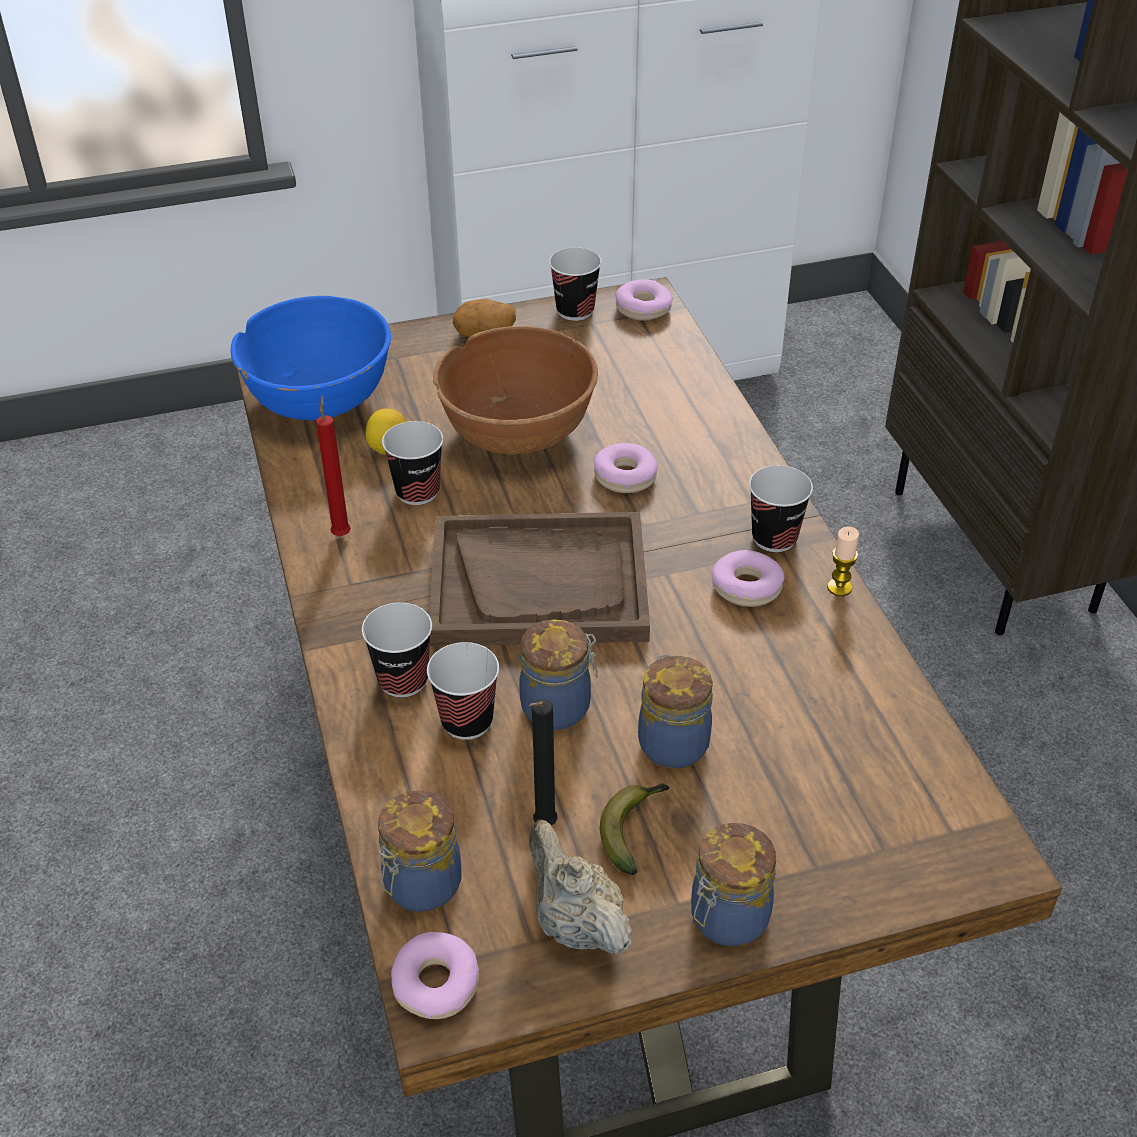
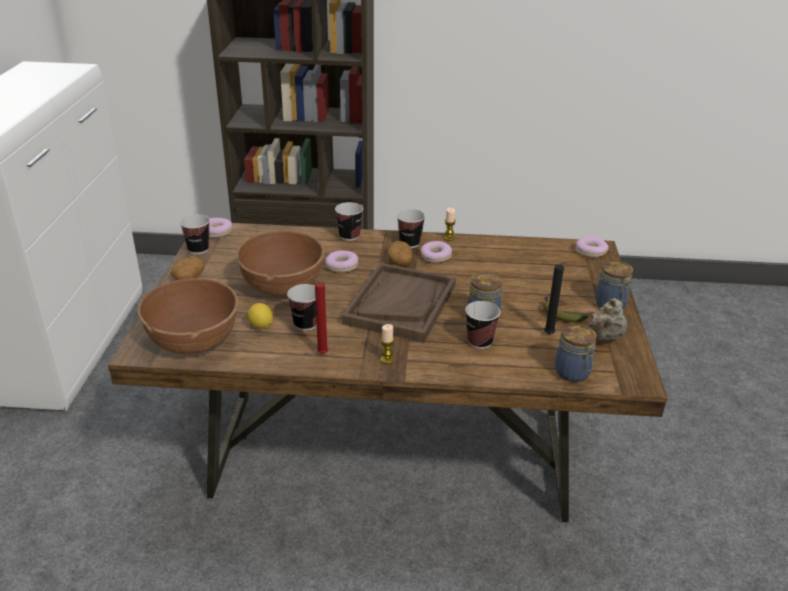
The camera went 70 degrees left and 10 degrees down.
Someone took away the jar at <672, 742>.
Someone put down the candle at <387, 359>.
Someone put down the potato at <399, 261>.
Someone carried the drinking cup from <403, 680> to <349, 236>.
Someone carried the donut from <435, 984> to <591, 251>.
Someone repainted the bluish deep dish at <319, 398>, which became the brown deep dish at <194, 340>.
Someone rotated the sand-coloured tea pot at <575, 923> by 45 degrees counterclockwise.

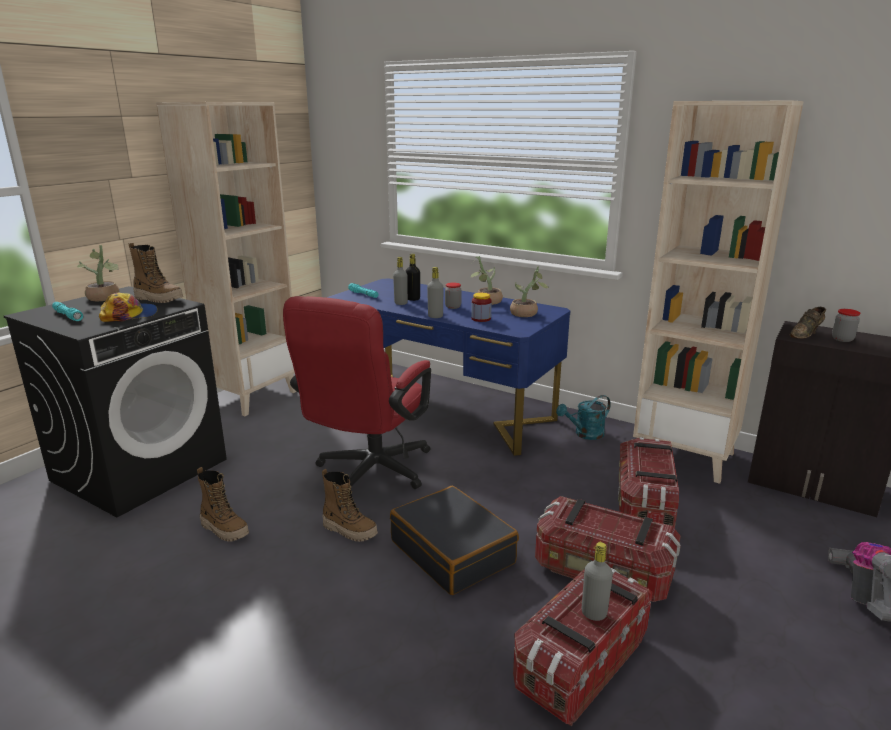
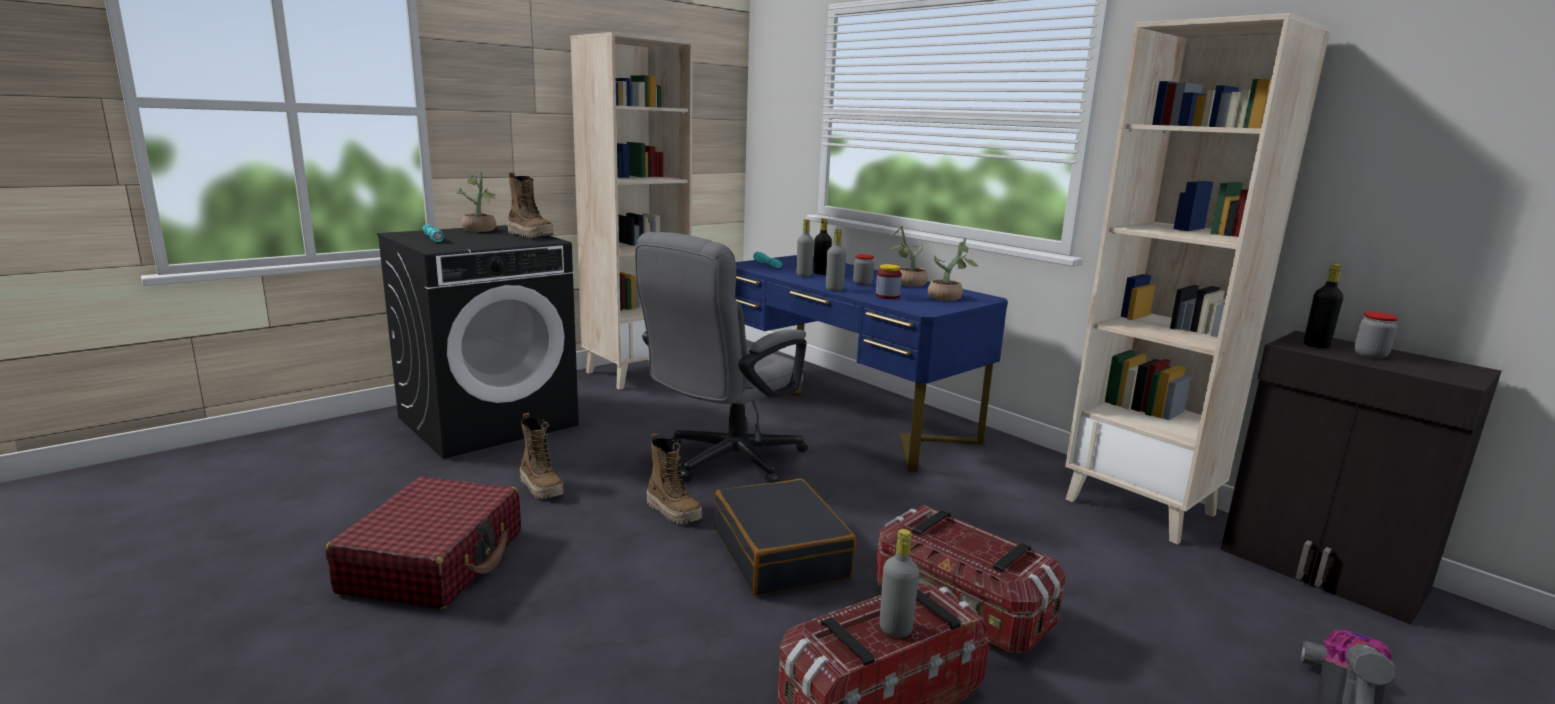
The camera went 15 degrees right and 5 degrees down.
Someone took away the peaked cap at <129, 315>.
Someone took away the turquoise-coloured sprinkling can at <585, 434>.
Someone took away the storage bin at <644, 505>.
Someone put down the red suitcase at <435, 561>.
Someone swapped the brown shoe at <806, 334> for the blackish beverage bottle at <1316, 345>.
Someone repainted the red desk chair at <368, 474>, which became the greyish desk chair at <724, 462>.

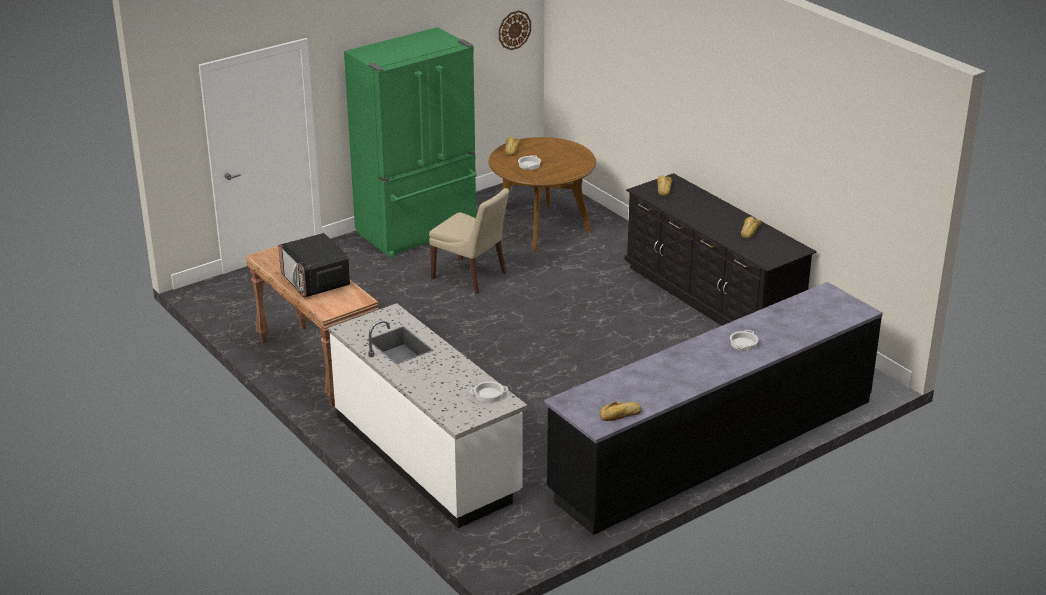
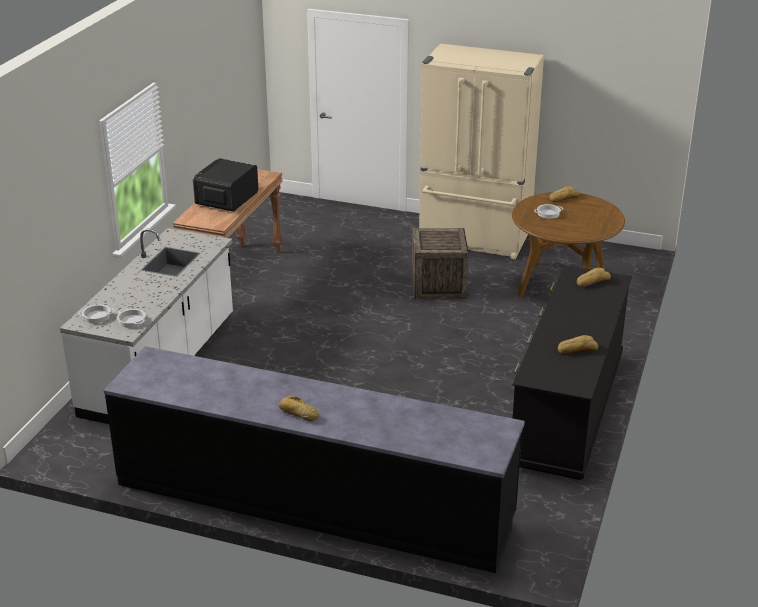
The camera went 55 degrees right and 0 degrees up.
Someone took away the wall clock at <514, 30>.
Someone carried the bakery bread from <621, 415> to <298, 413>.
Someone carried the stockpot from <743, 344> to <96, 316>.
Someone swapped the sand-coloured chair at <471, 276> for the crate at <438, 285>.
Someone repainted the green kitchen fridge at <418, 231>, which became the sand-coloured kitchen fridge at <474, 239>.

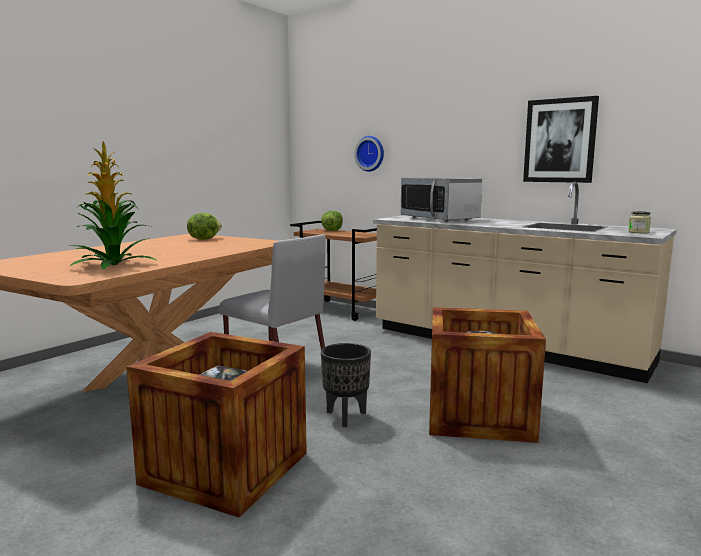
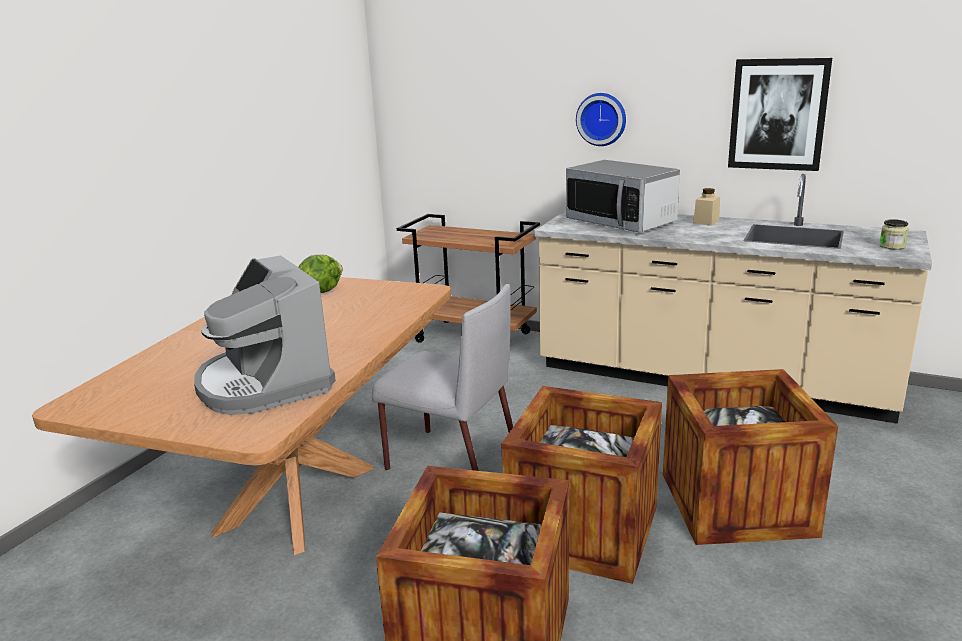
The camera went 10 degrees left and 10 degrees up.
Someone took away the lettuce at <332, 230>.
Someone put down the sand-coloured jar at <706, 221>.
Someone carried the wall clock from <370, 153> to <602, 119>.
Someone swapped the potted plant at <112, 264> for the coffee machine at <264, 384>.
Someone swapped the blackish planter at <346, 416> for the crate at <583, 530>.

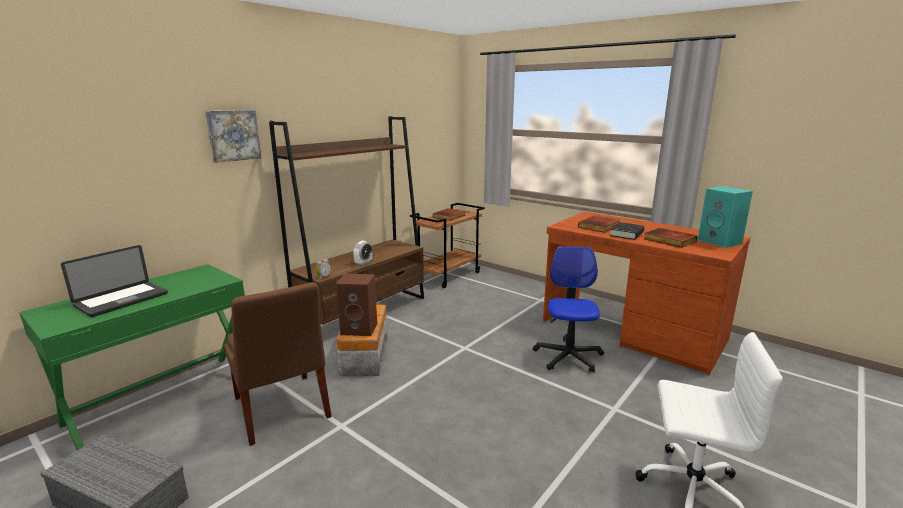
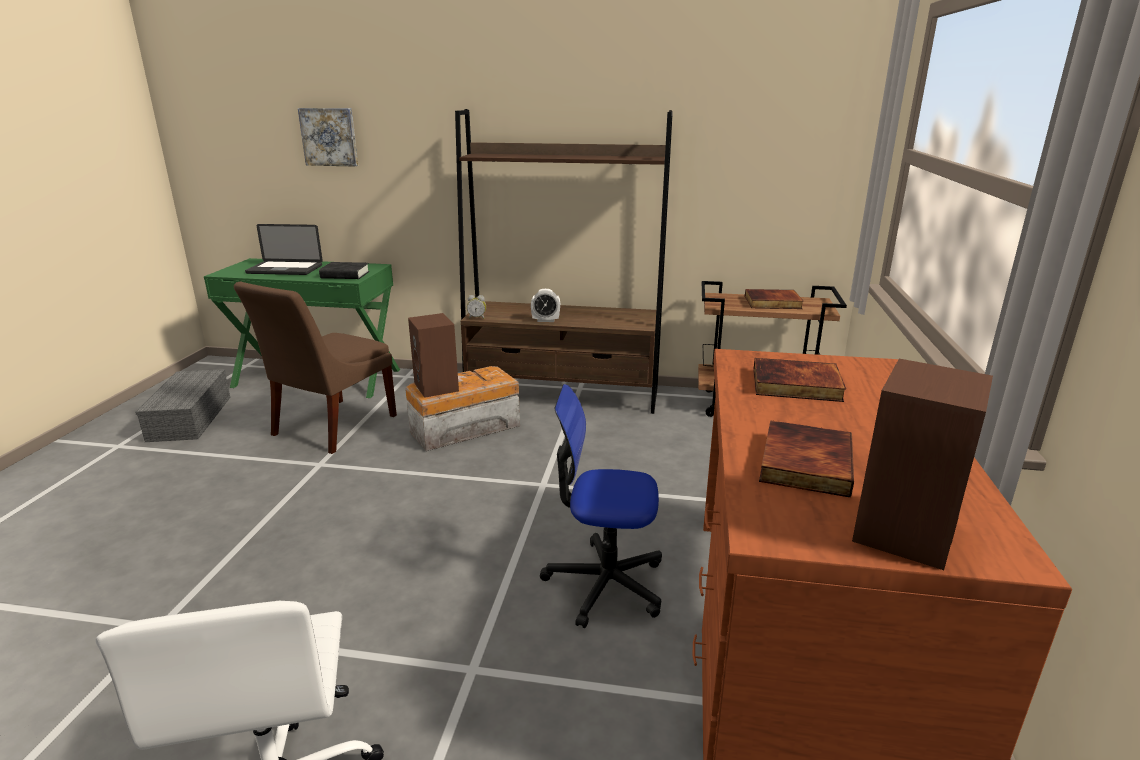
The camera went 60 degrees right and 5 degrees up.
Someone carried the wall picture from <233, 135> to <329, 137>.
Someone carried the blackish book from <626, 234> to <345, 275>.
Someone repainted the turquoise-coloured speaker at <720, 242>, which became the brown speaker at <906, 533>.
Someone rotated the desk chair at <568, 356> by 150 degrees counterclockwise.

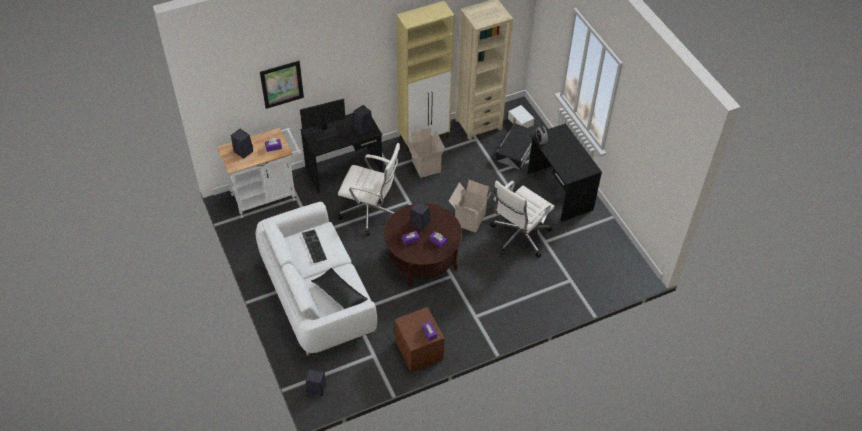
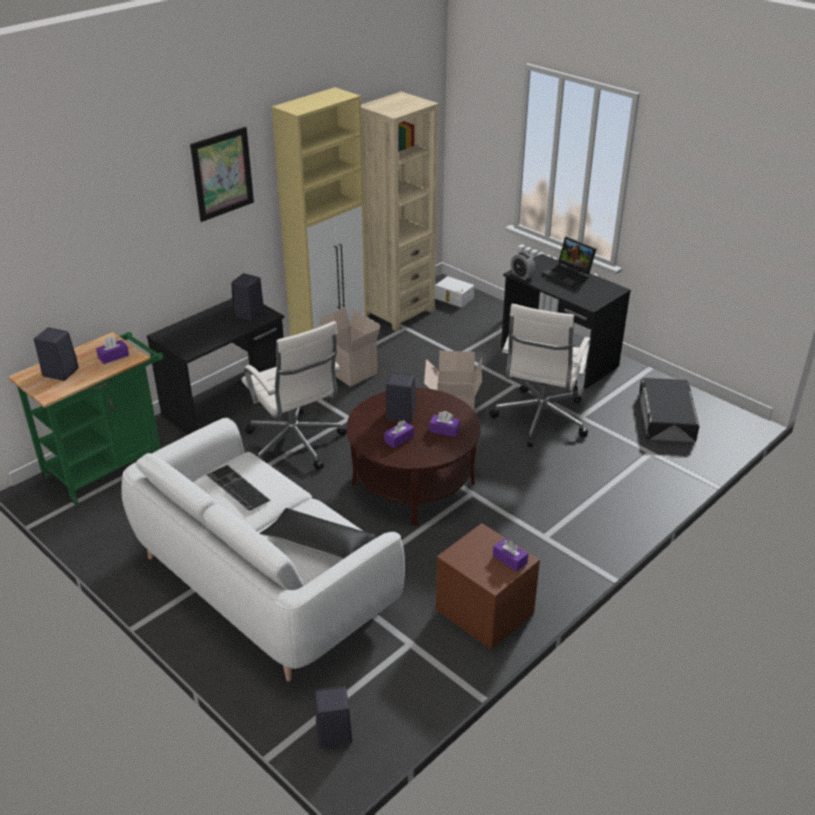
The camera went 20 degrees left and 15 degrees down.
Someone took away the computer screen at <325, 132>.
Someone put down the laptop at <569, 275>.
Someone carried the wall picture from <282, 84> to <222, 174>.
Someone carried the blackish storage bin from <516, 150> to <666, 417>.
Someone repainted the white trolley at <267, 195>, which became the green trolley at <110, 464>.
Someone rotated the white desk chair at <370, 212> by 60 degrees clockwise.

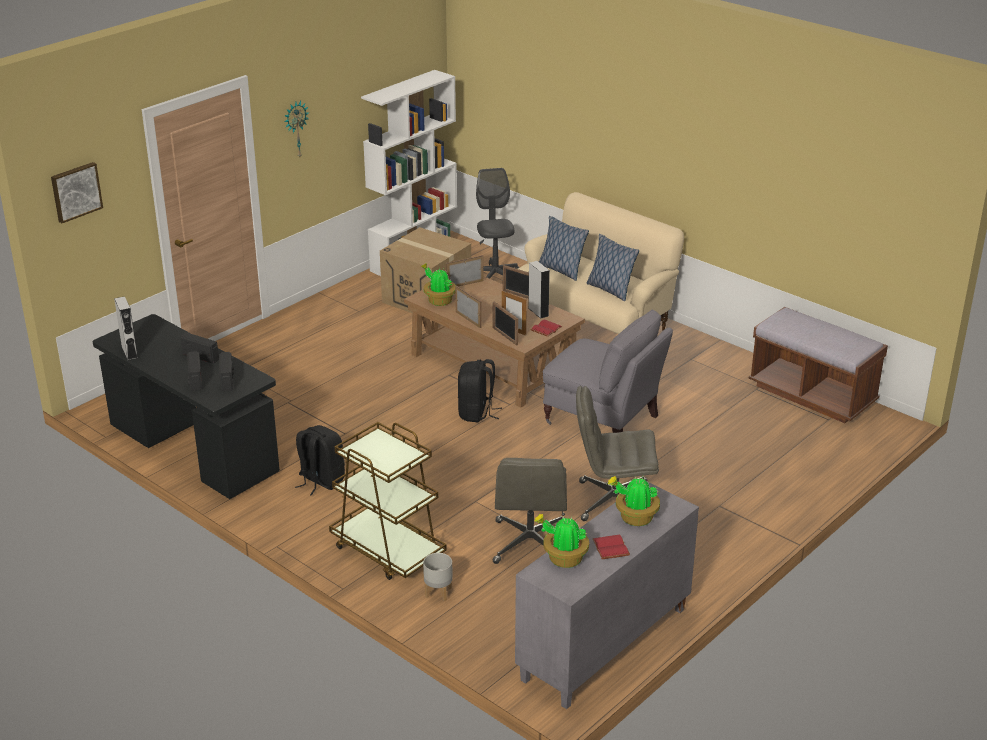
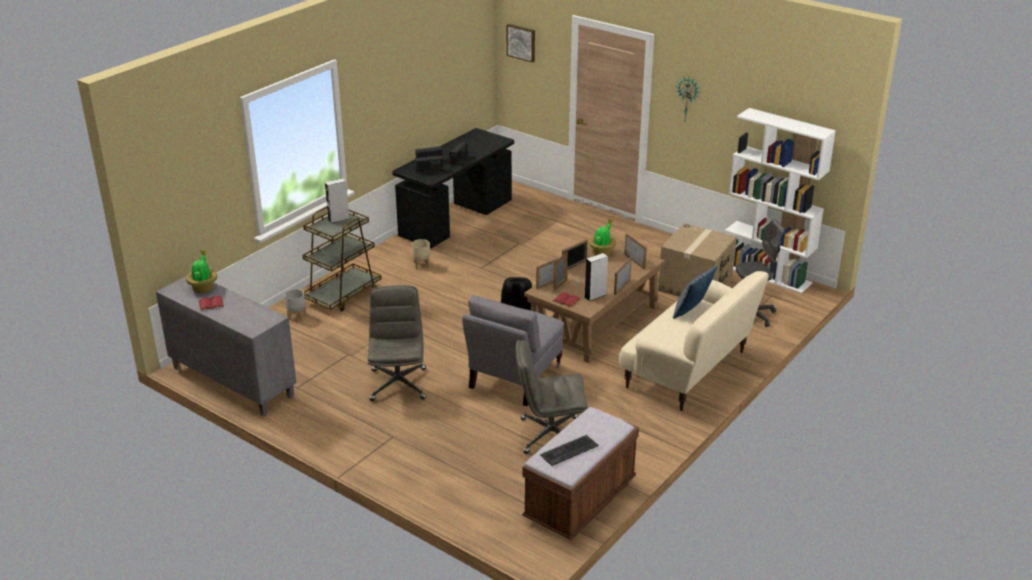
The camera went 85 degrees right and 0 degrees up.
Someone took away the cushion at <610, 290>.
Someone took away the potted plant at <634, 518>.
Someone put down the keyboard at <569, 450>.
Someone carried the greyish speaker from <129, 352> to <338, 219>.
Someone carried the greyish desk chair from <530, 544> to <550, 435>.
Someone swapped the blackish knapsack at <320, 481> for the sand-coloured planter at <421, 264>.

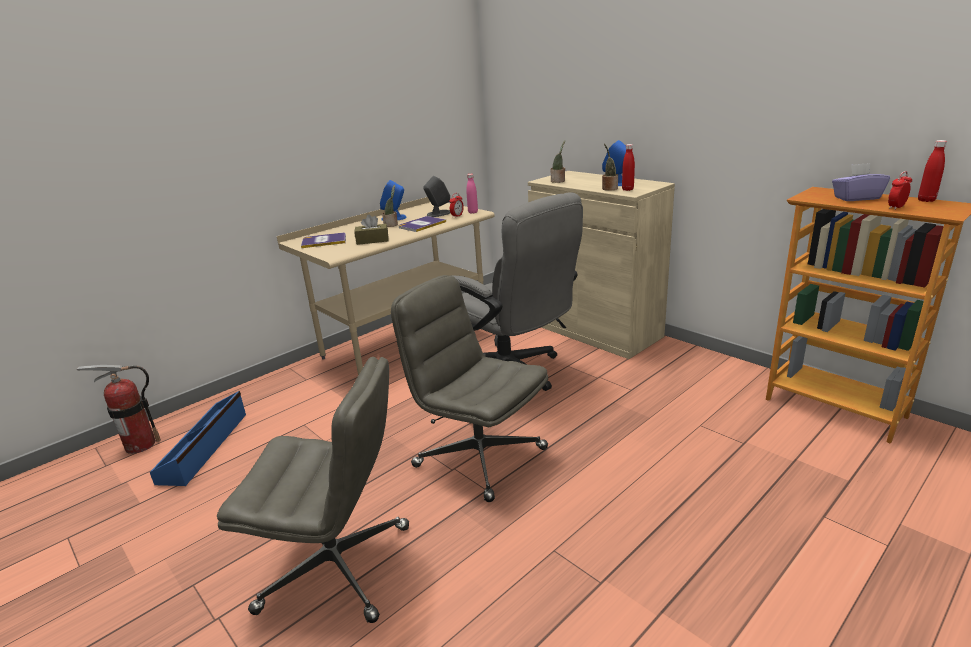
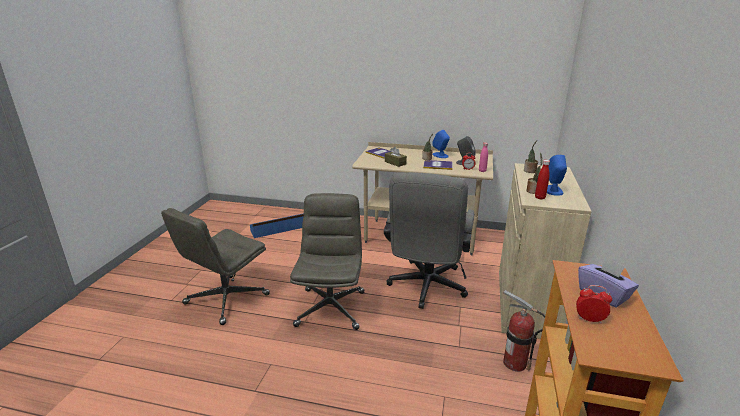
The camera went 55 degrees right and 0 degrees up.
Someone took away the red beverage bottle at <926, 200>.
Someone carried the extinguisher from <140, 445> to <514, 363>.
Someone rotated the greyish desk chair at <338, 567> by 60 degrees clockwise.

